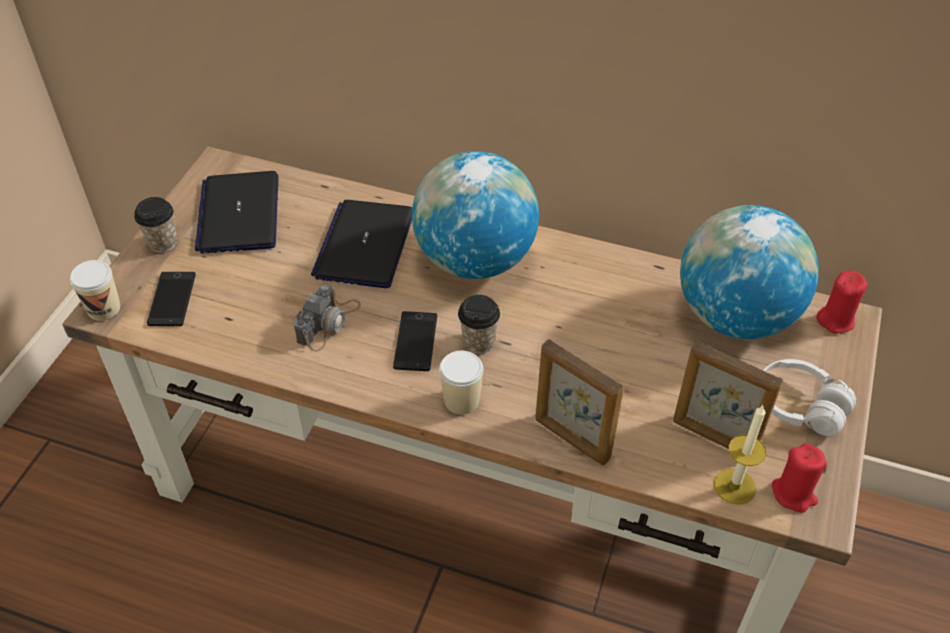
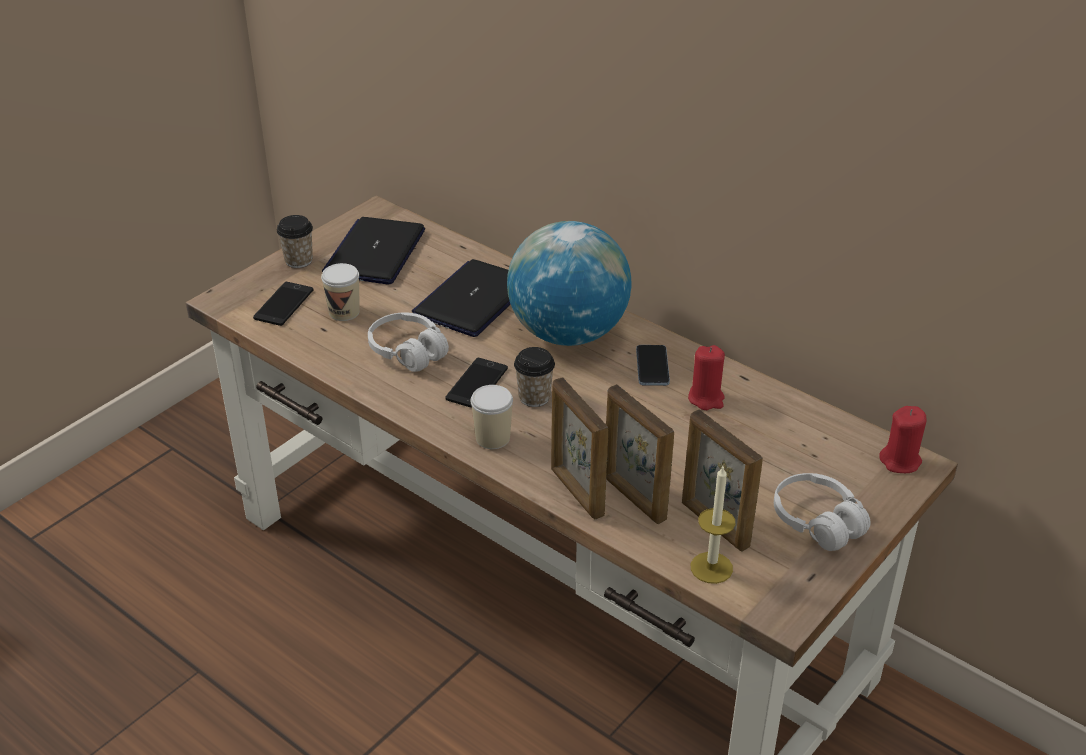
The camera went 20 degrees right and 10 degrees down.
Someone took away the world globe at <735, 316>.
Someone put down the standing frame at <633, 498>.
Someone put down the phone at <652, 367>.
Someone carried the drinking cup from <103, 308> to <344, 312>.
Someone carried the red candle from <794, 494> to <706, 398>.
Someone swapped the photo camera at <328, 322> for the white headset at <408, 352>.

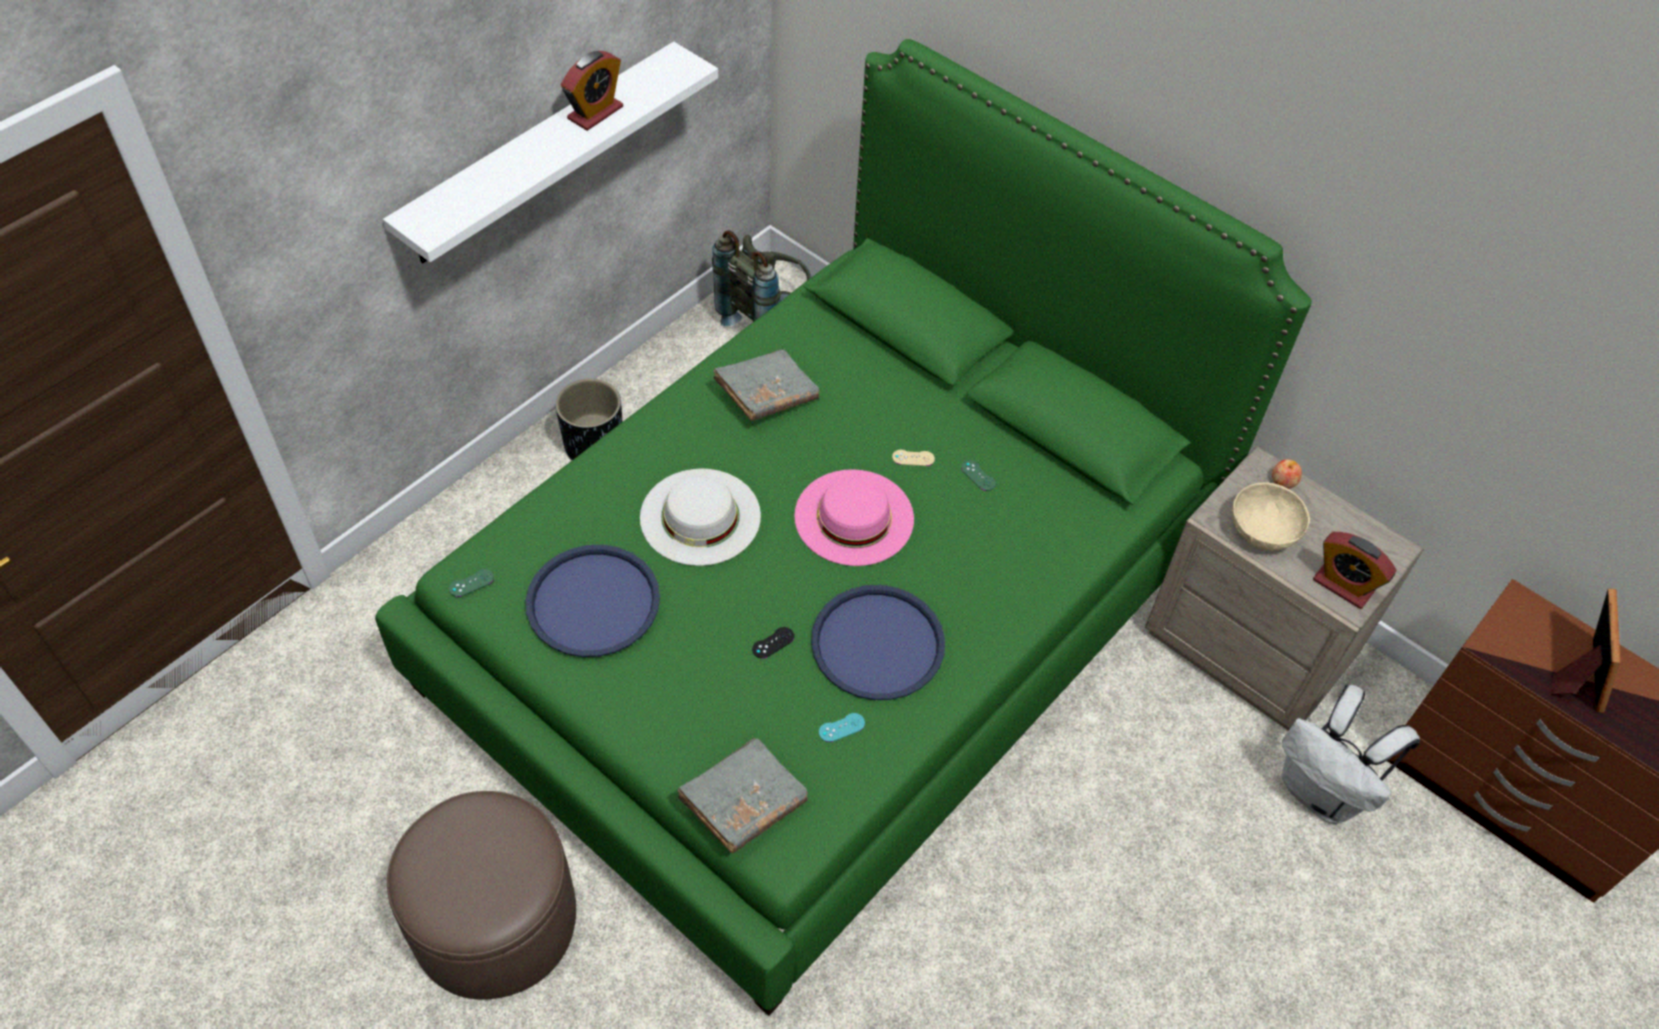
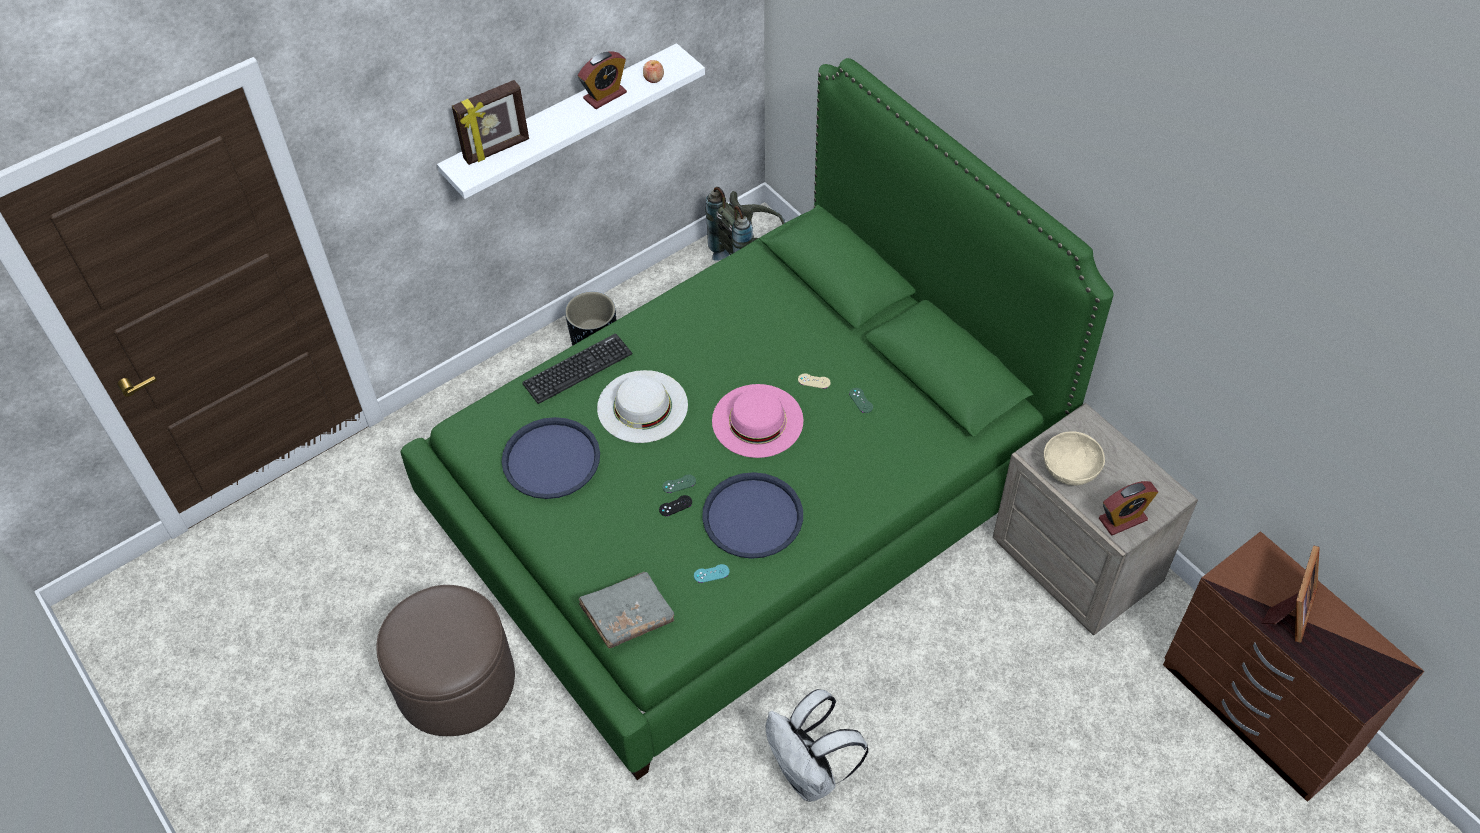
The camera went 15 degrees right and 0 degrees up.
Someone took away the greyish book at <766, 395>.
Someone put down the standing frame at <497, 150>.
Someone put down the keyboard at <577, 369>.
Someone carried the green game controller from <471, 583> to <679, 484>.
Someone carried the apple from <1283, 481> to <653, 78>.
Someone carried the white knapsack from <1321, 792> to <810, 774>.
Someone rotated the alarm clock at <1343, 585> by 75 degrees counterclockwise.

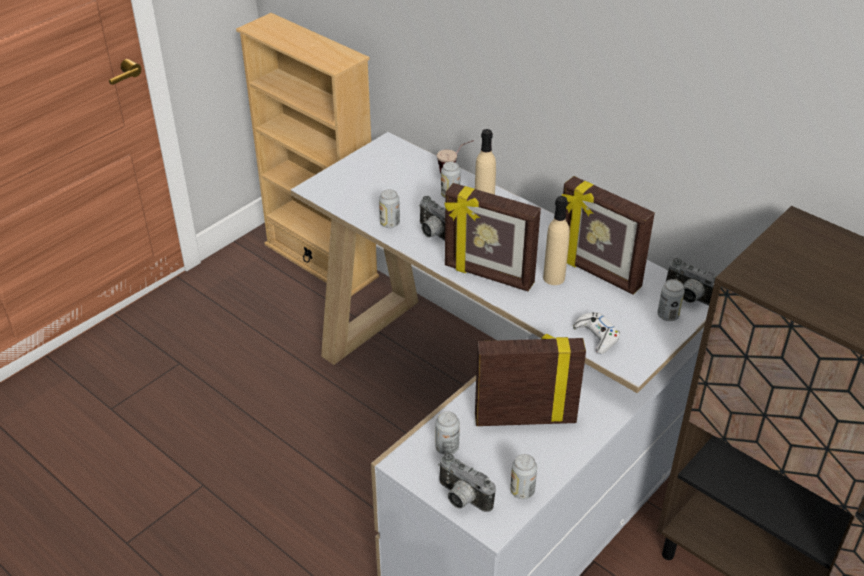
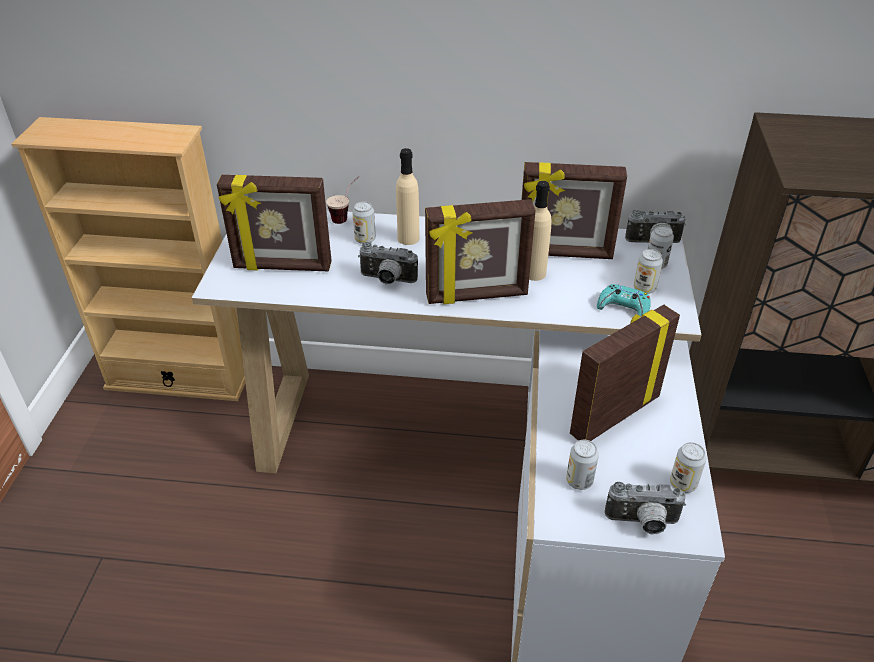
The camera went 35 degrees left and 0 degrees up.
Someone put down the standing frame at <282, 267>.
Someone carried the sealed can from <390, 223> to <644, 288>.
Someone repainted the white game controller at <596, 336>, which became the turquoise-coloured game controller at <623, 307>.

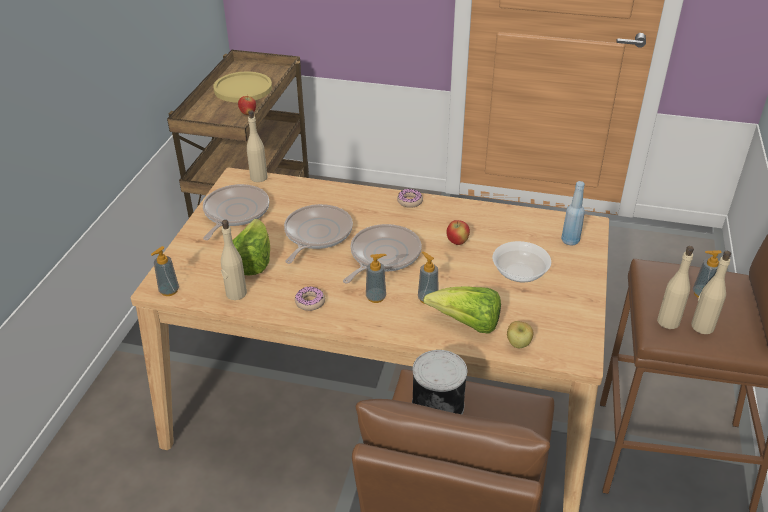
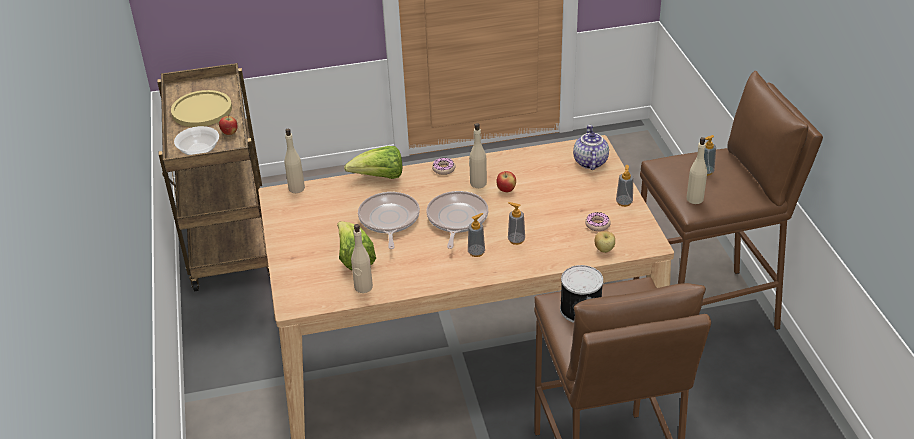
The camera went 25 degrees left and 0 degrees up.
Someone took away the frying pan at <234, 213>.
Someone carried the soap bottle from <169, 291> to <624, 202>.
Someone carried the donut from <310, 302> to <597, 224>.
Someone carried the lettuce from <467, 324> to <379, 177>.
Someone carried the deep dish from <519, 273> to <198, 150>.
Someone carried the sand-coloured beverage bottle from <702, 326> to <478, 183>.
Someone swapped the bluish beverage bottle at <570, 241> for the tea pot at <589, 162>.

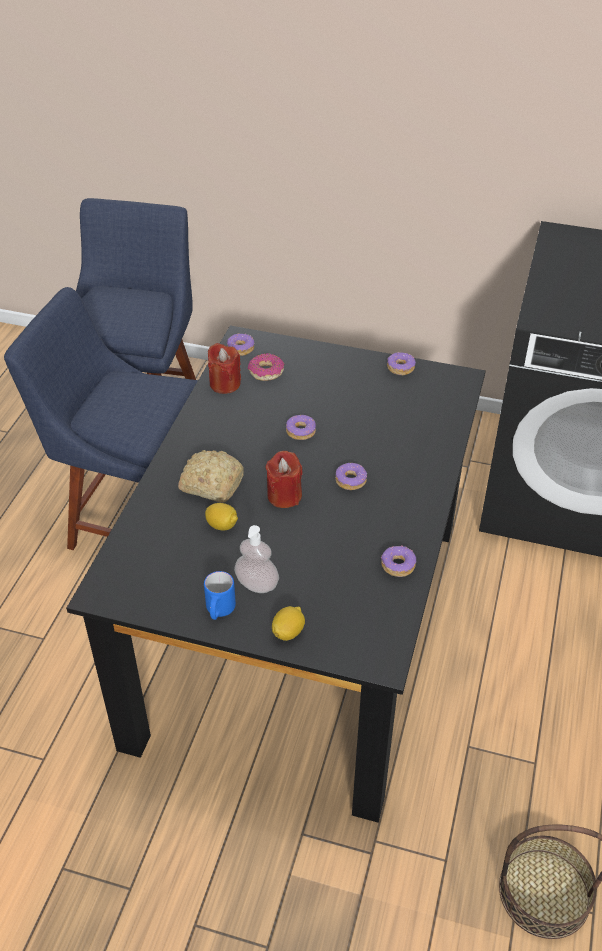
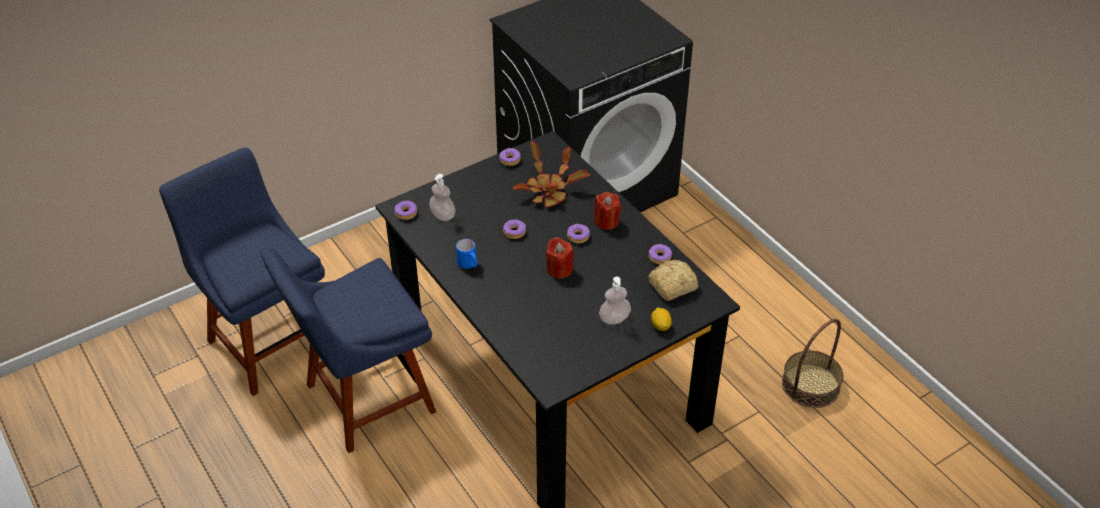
The camera went 50 degrees left and 0 degrees up.
Someone took away the citrus fruit at <222, 525>.
Someone put down the potted plant at <549, 190>.
Someone carried the bakery bread from <211, 483> to <671, 286>.
Someone carried the bluish mug from <219, 611> to <469, 265>.
Someone carried the red candle from <225, 384> to <606, 221>.
Someone swapped the donut at <266, 372> for the soap bottle at <443, 215>.

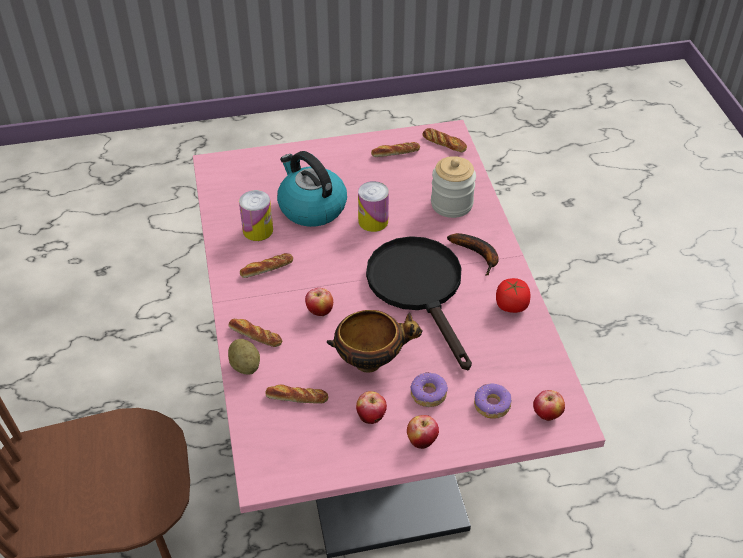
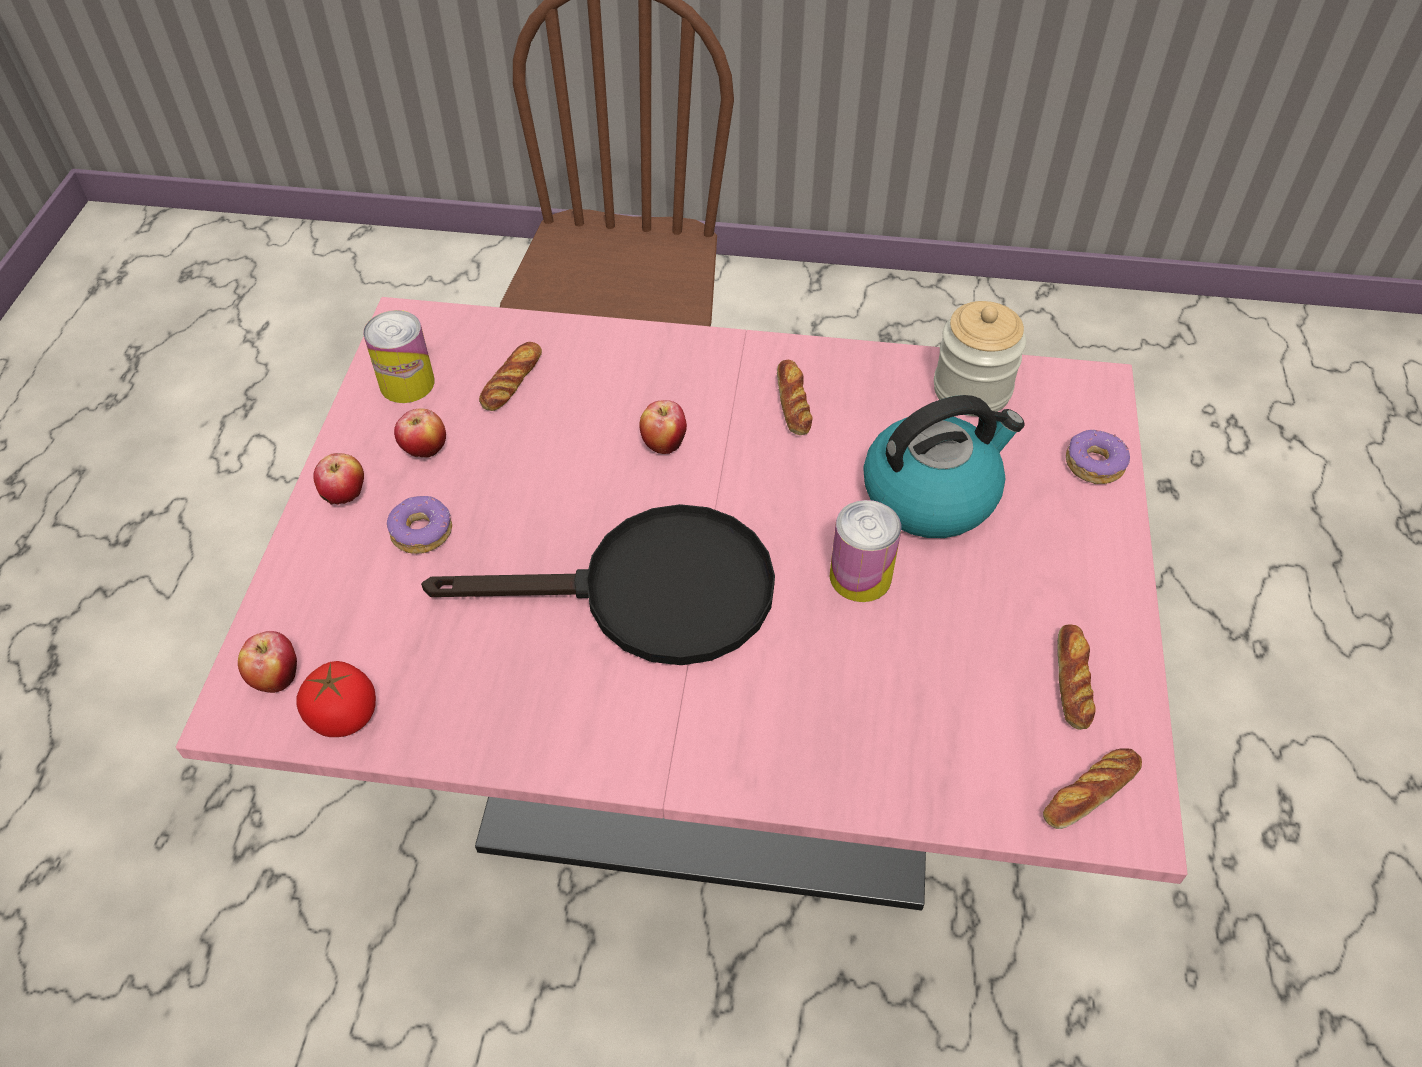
The camera went 110 degrees right and 5 degrees up.
Someone took away the bakery bread at <255, 335>.
Someone took away the potato at <245, 365>.
Someone took away the deep dish at <371, 361>.
Someone took away the banana fruit at <478, 255>.
Someone carried the sealed can from <258, 230> to <407, 383>.
Someone carried the jar from <451, 204> to <972, 390>.
Someone carried the donut from <491, 405> to <1093, 464>.
Someone carried the tomato from <511, 305> to <344, 715>.

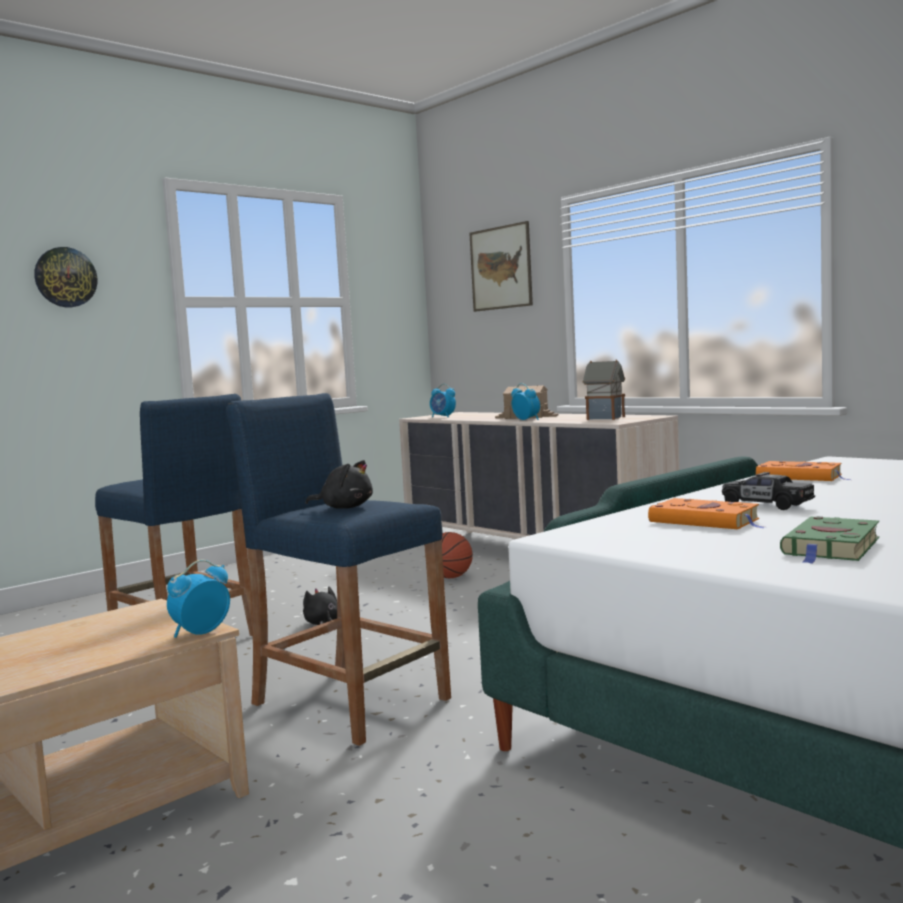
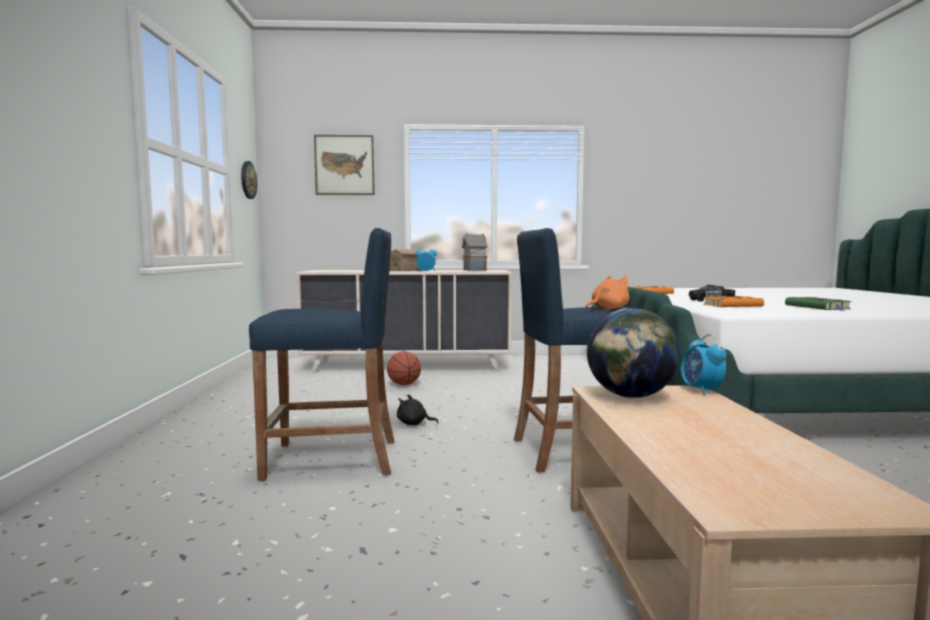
The camera went 50 degrees left and 0 degrees up.
Someone took away the alarm clock at <443, 417>.
Someone put down the world globe at <630, 396>.
Someone carried the wall clock from <65, 277> to <248, 180>.
Someone repainted the blackish cuddly toy at <344, 508>, which became the orange cuddly toy at <607, 309>.

